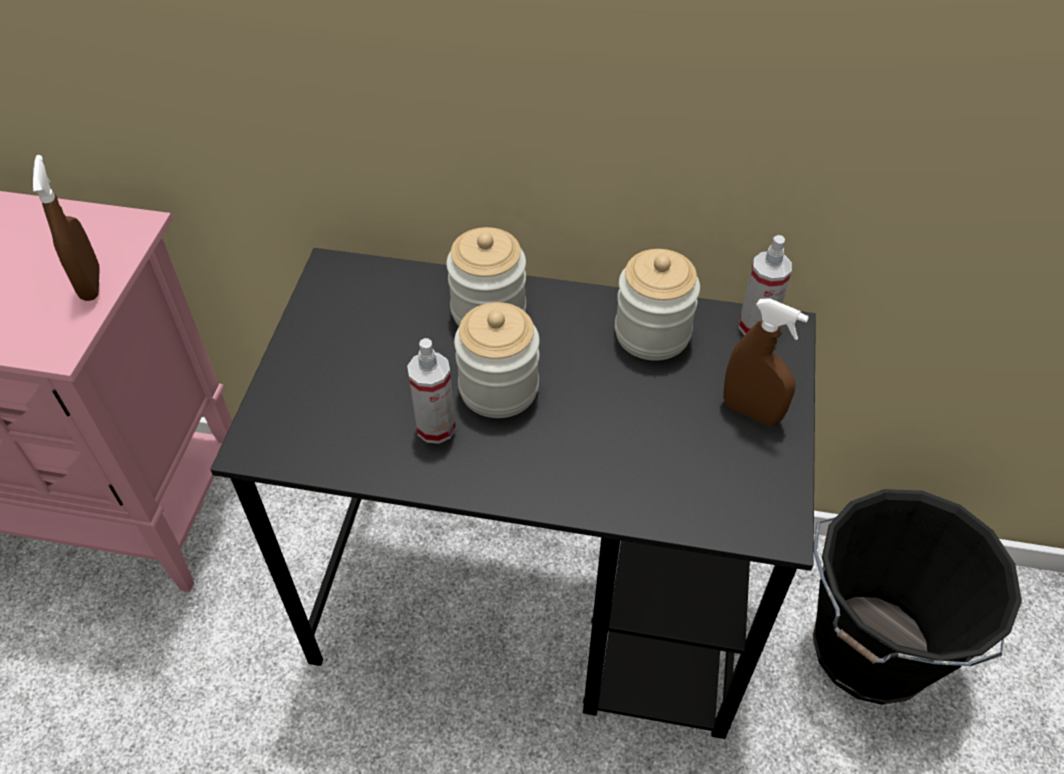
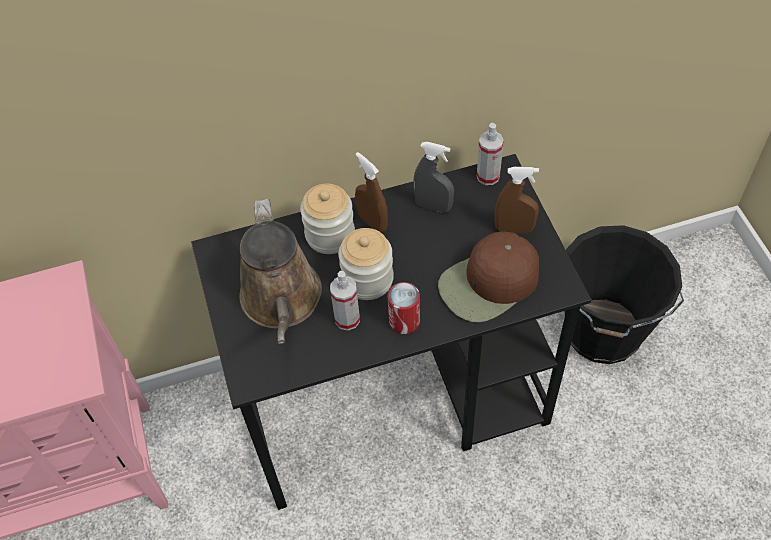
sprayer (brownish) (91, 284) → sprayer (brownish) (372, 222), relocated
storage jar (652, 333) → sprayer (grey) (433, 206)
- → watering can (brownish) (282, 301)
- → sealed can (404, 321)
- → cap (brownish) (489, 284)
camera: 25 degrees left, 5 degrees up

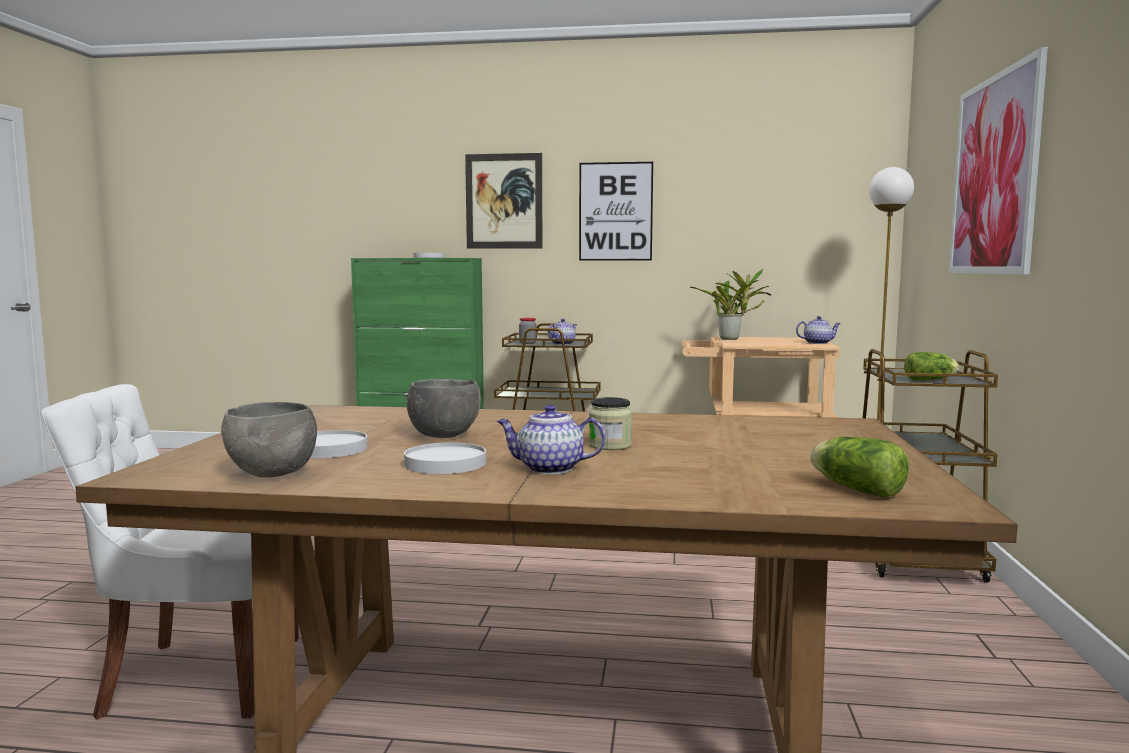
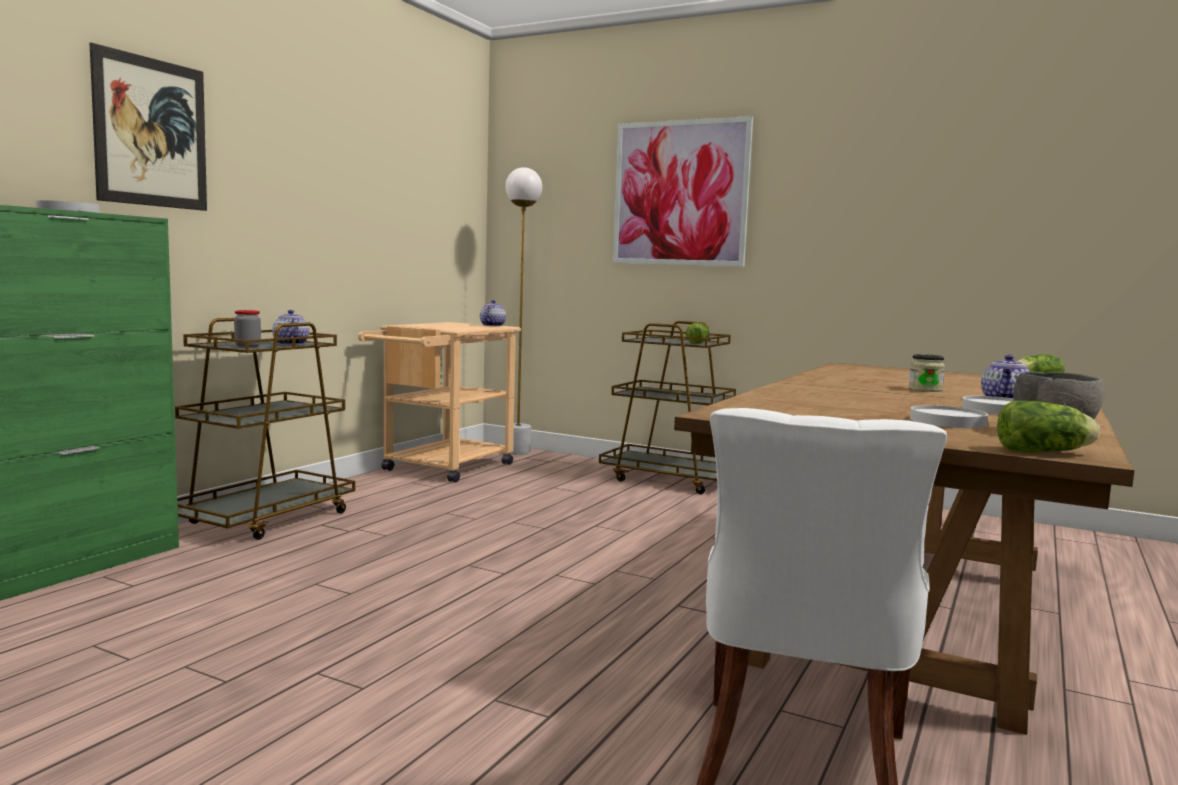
bowl (grey) (443, 436) → -
picture (615, 211) → -
plant in a pot (732, 339) → -
- → lettuce (1046, 452)
camera: 70 degrees left, 0 degrees up

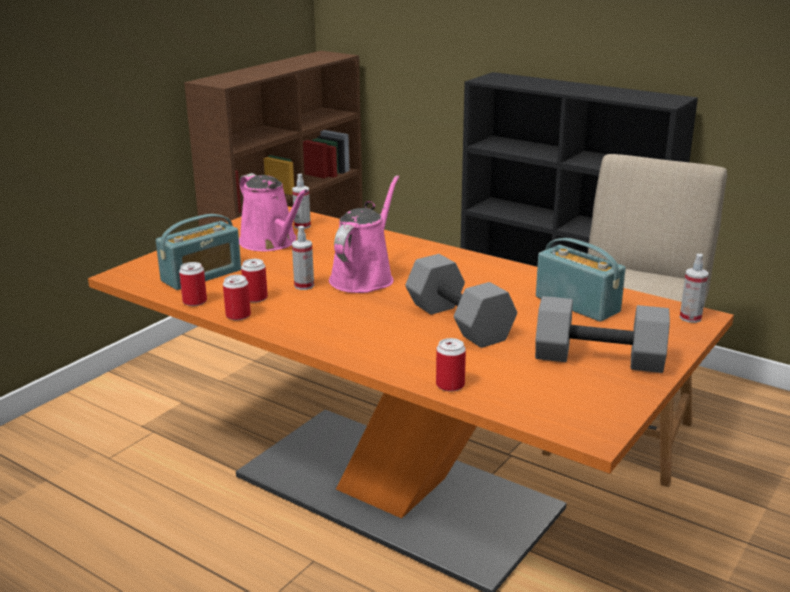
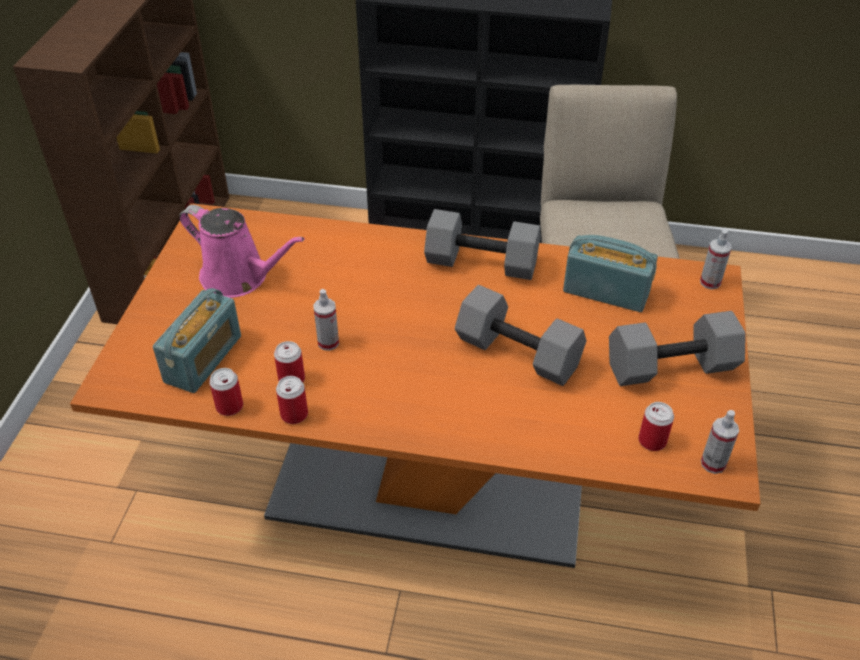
sprayer (302, 226) → sprayer (713, 463), relocated
watering can (pink) (364, 277) → -
sealed can (450, 385) → sealed can (652, 441), relocated
- → hand weight (grey) (480, 264)
camera: 25 degrees left, 20 degrees up

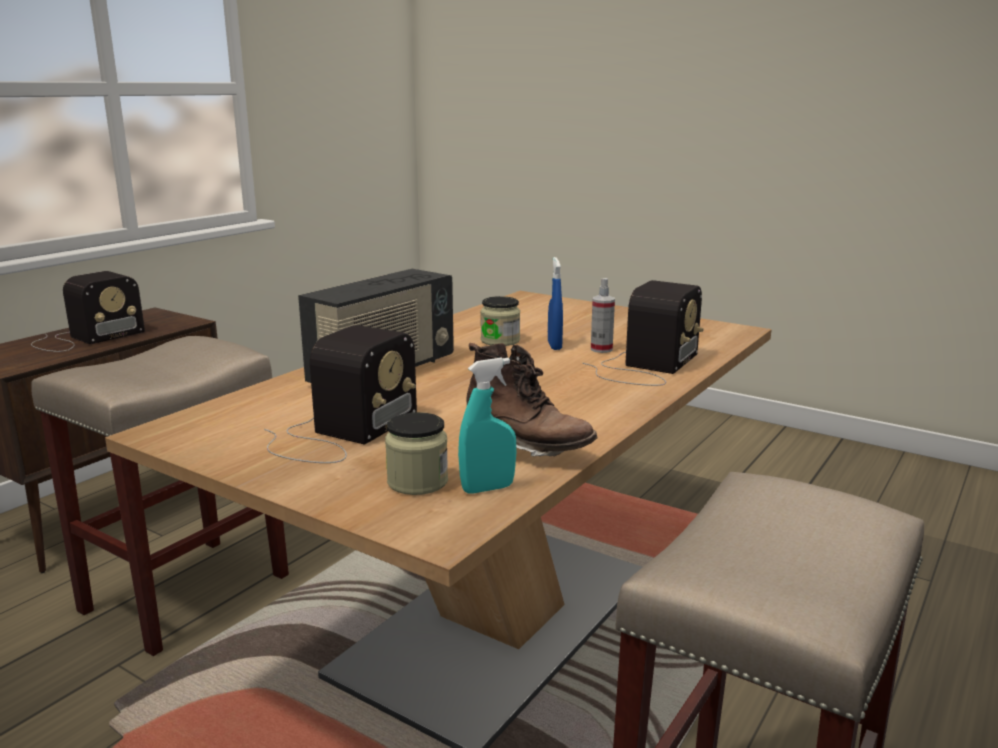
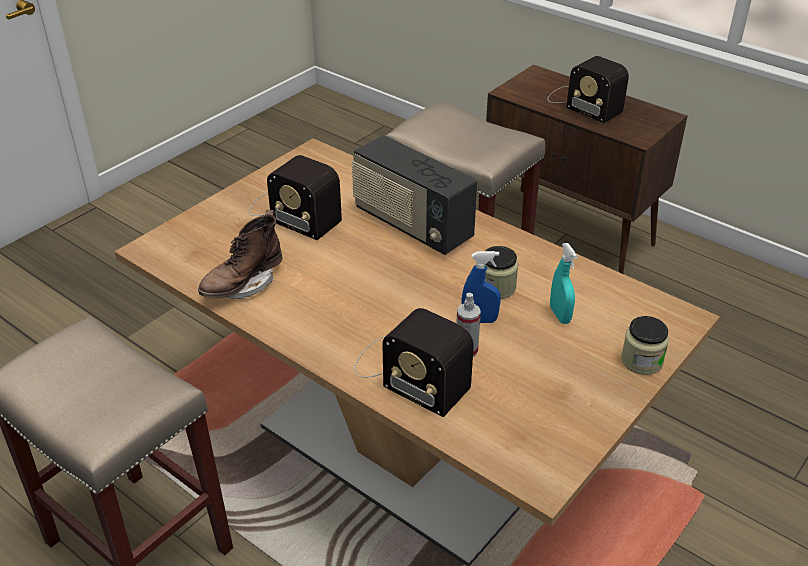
storage jar (417, 482) → storage jar (641, 361), relocated
sprayer (blue-green) (487, 488) → sprayer (blue-green) (560, 315), relocated
camera: 95 degrees right, 20 degrees up

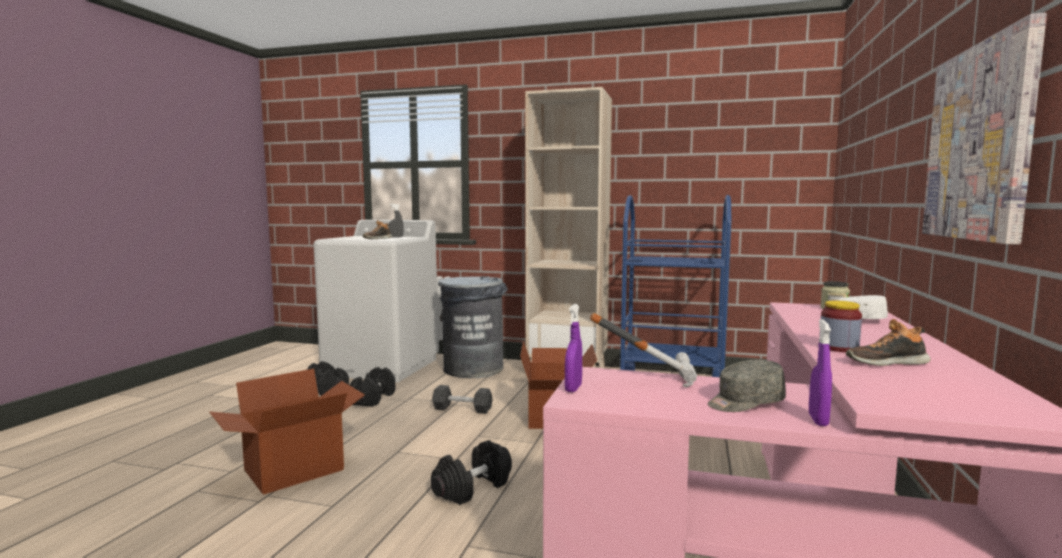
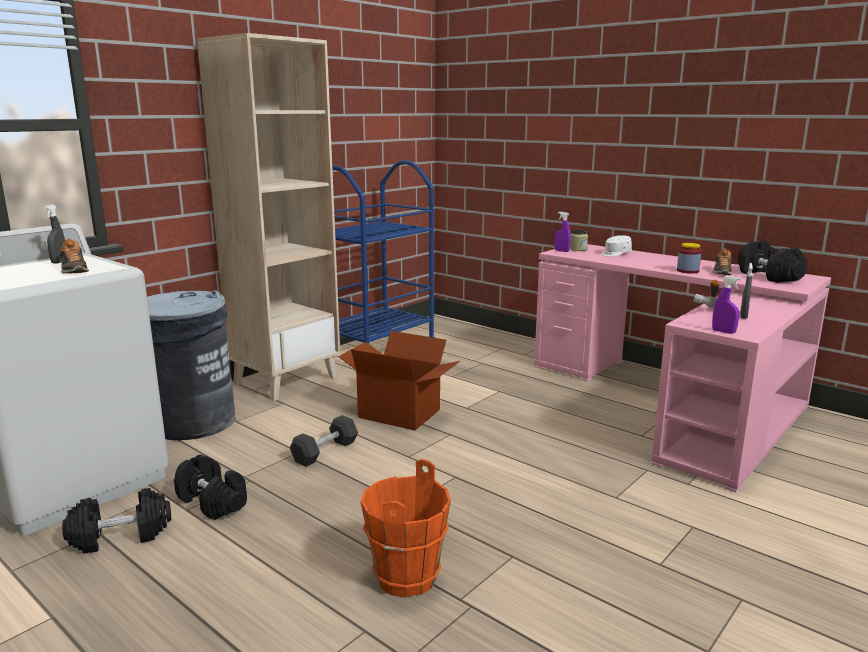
carton (294, 471) → water bucket (orangey) (405, 577)
hand weight (blackish) (472, 488) → hand weight (blackish) (768, 276), relocated
cap (grey) (744, 403) → -
sprayer (purplish) (818, 420) → sprayer (purplish) (562, 251), relocated
picture (980, 143) → -
- → sprayer (grey) (743, 316)
camera: 65 degrees left, 10 degrees up

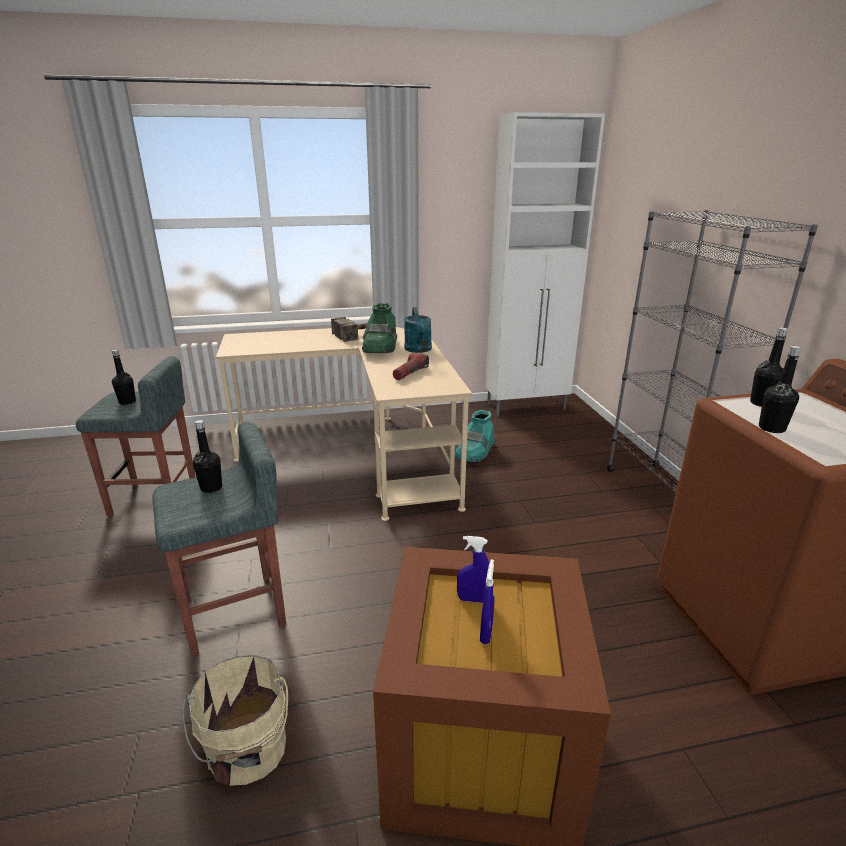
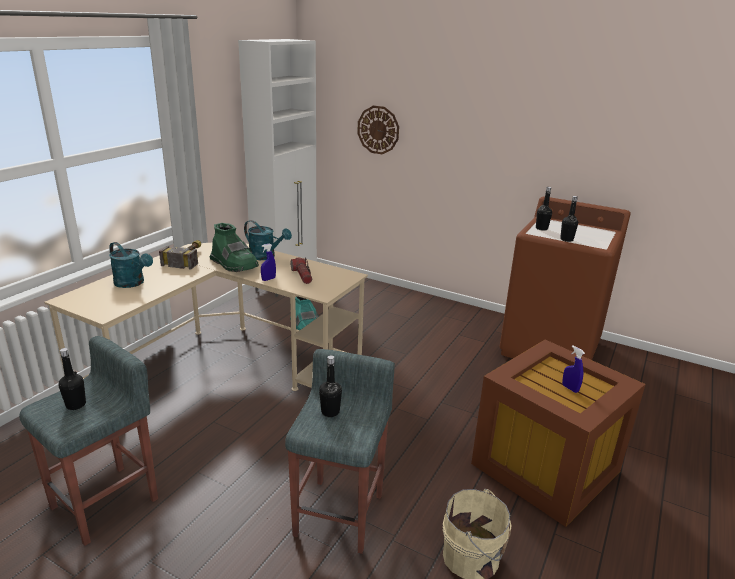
sprayer (blue-coloured) (473, 599) → sprayer (blue-coloured) (268, 279), relocated
bookcase (grey) (664, 497) → -
- → watering can (blue-green) (132, 283)
- → hanging clock (378, 130)
camera: 50 degrees left, 0 degrees up

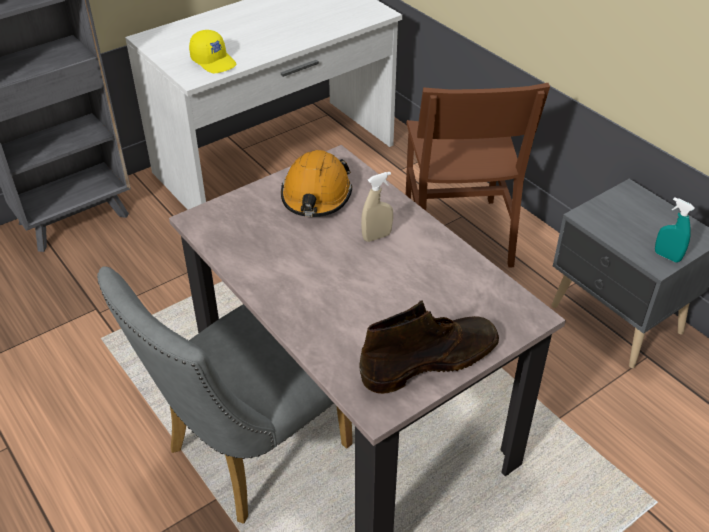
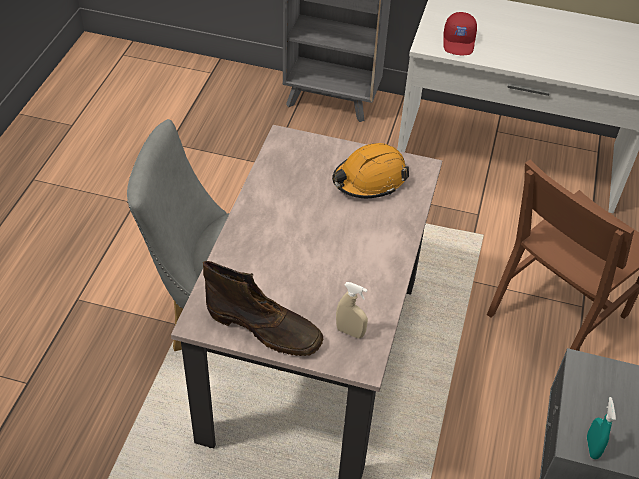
cap (yellow) (214, 61) → cap (red) (459, 42)
sprayer (beige-coloured) (377, 236) → sprayer (beige-coloured) (350, 332), relocated
camera: 50 degrees right, 5 degrees up

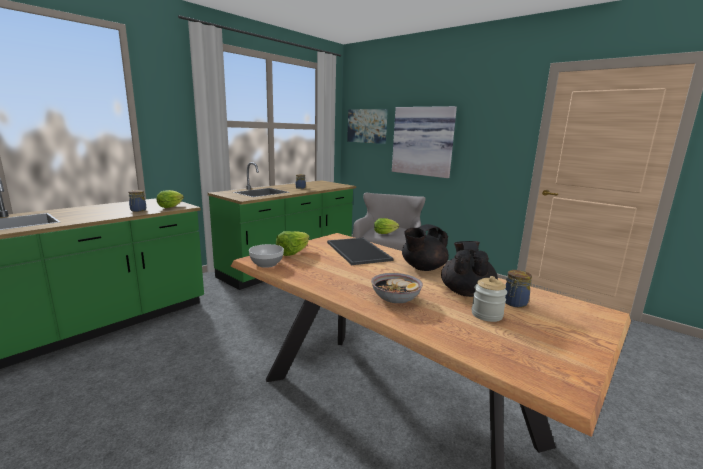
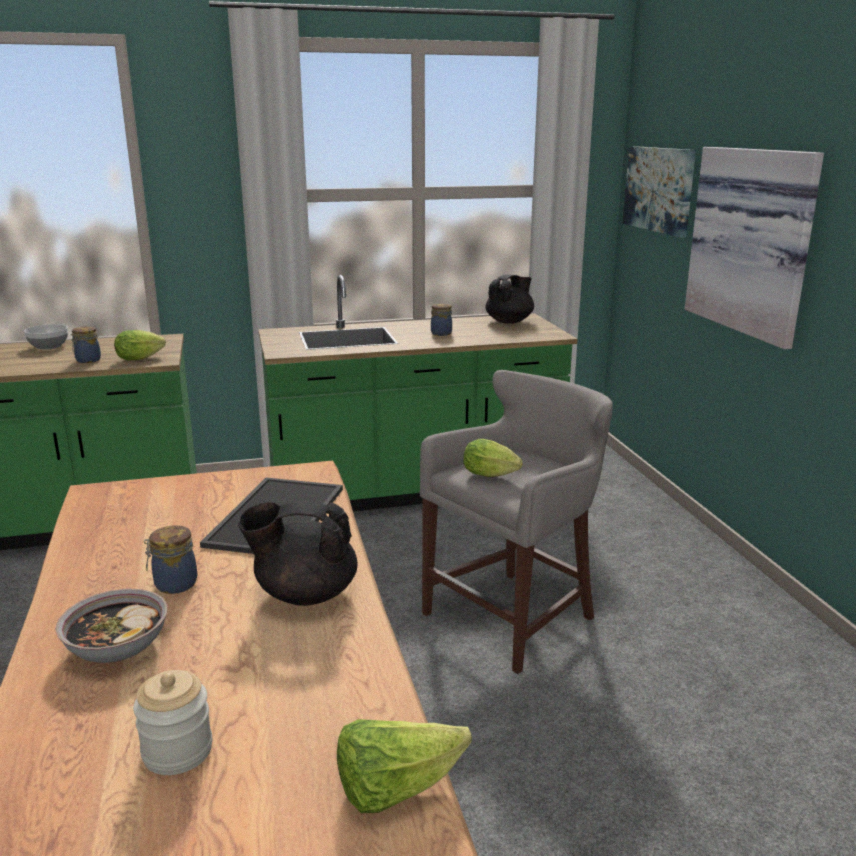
bowl (267, 264) → bowl (48, 346), relocated
lettuce (293, 253) → lettuce (396, 788), relocated
tea pot (blackish) (466, 292) → tea pot (blackish) (509, 321), relocated
storage jar (514, 303) → storage jar (174, 584), relocated
camera: 35 degrees right, 5 degrees up

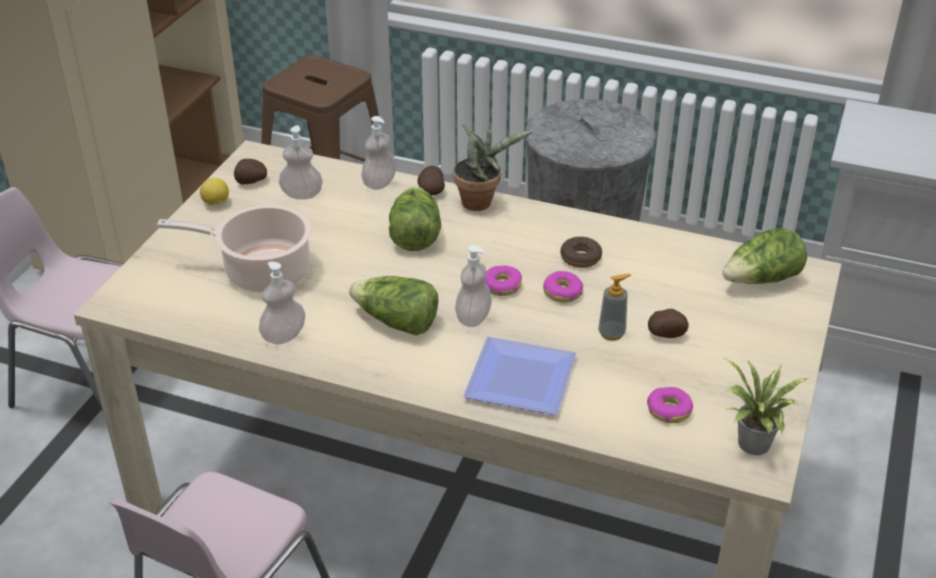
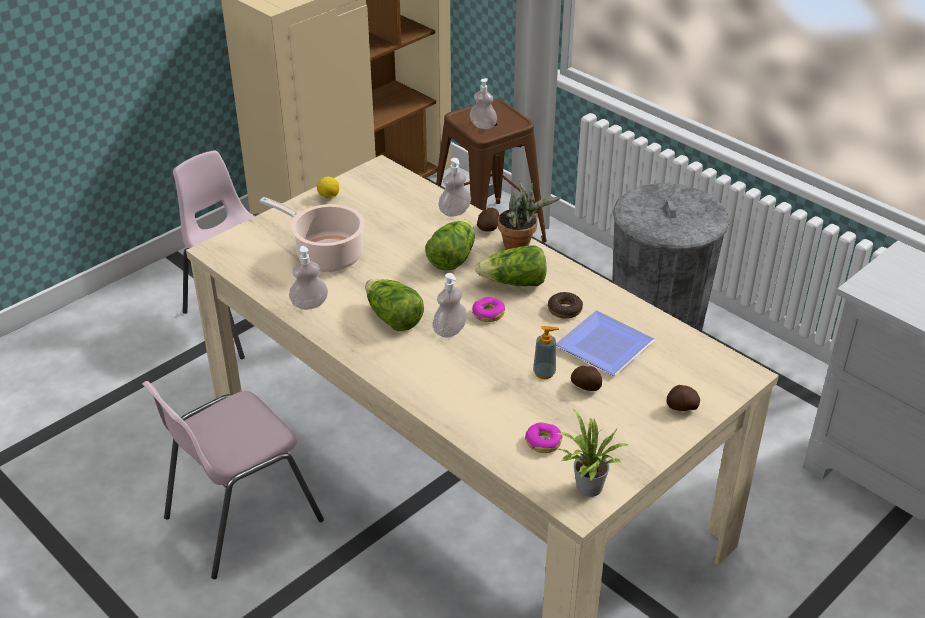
potato (251, 182) → potato (681, 407), relocated
soap dispenser (302, 194) → soap dispenser (483, 126), relocated
plate (516, 381) → plate (601, 346), relocated
doughnut (562, 292) → -
lettuce (761, 280) → lettuce (514, 283), relocated
camera: 25 degrees right, 0 degrees up

